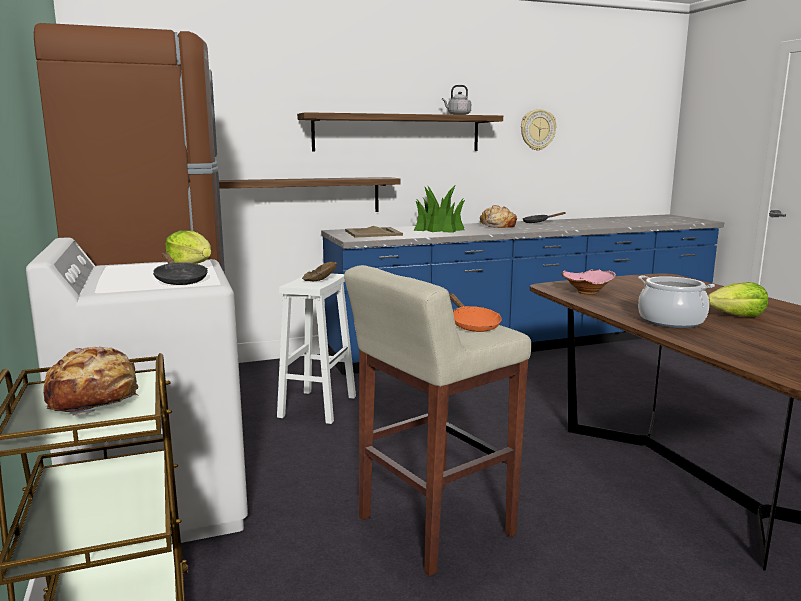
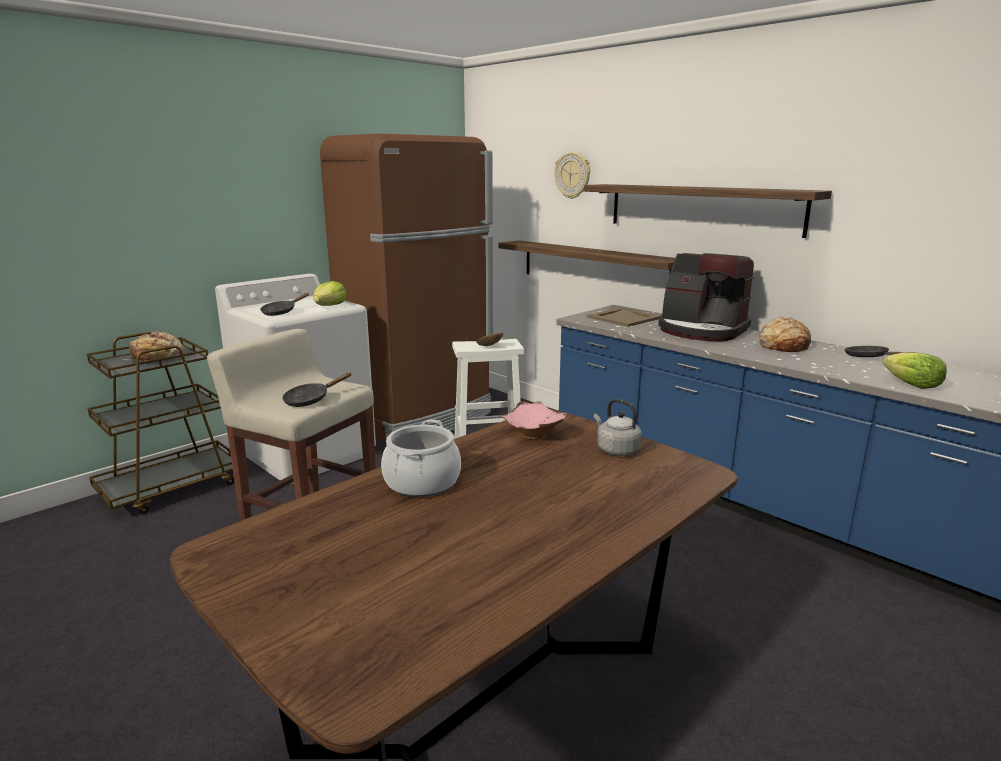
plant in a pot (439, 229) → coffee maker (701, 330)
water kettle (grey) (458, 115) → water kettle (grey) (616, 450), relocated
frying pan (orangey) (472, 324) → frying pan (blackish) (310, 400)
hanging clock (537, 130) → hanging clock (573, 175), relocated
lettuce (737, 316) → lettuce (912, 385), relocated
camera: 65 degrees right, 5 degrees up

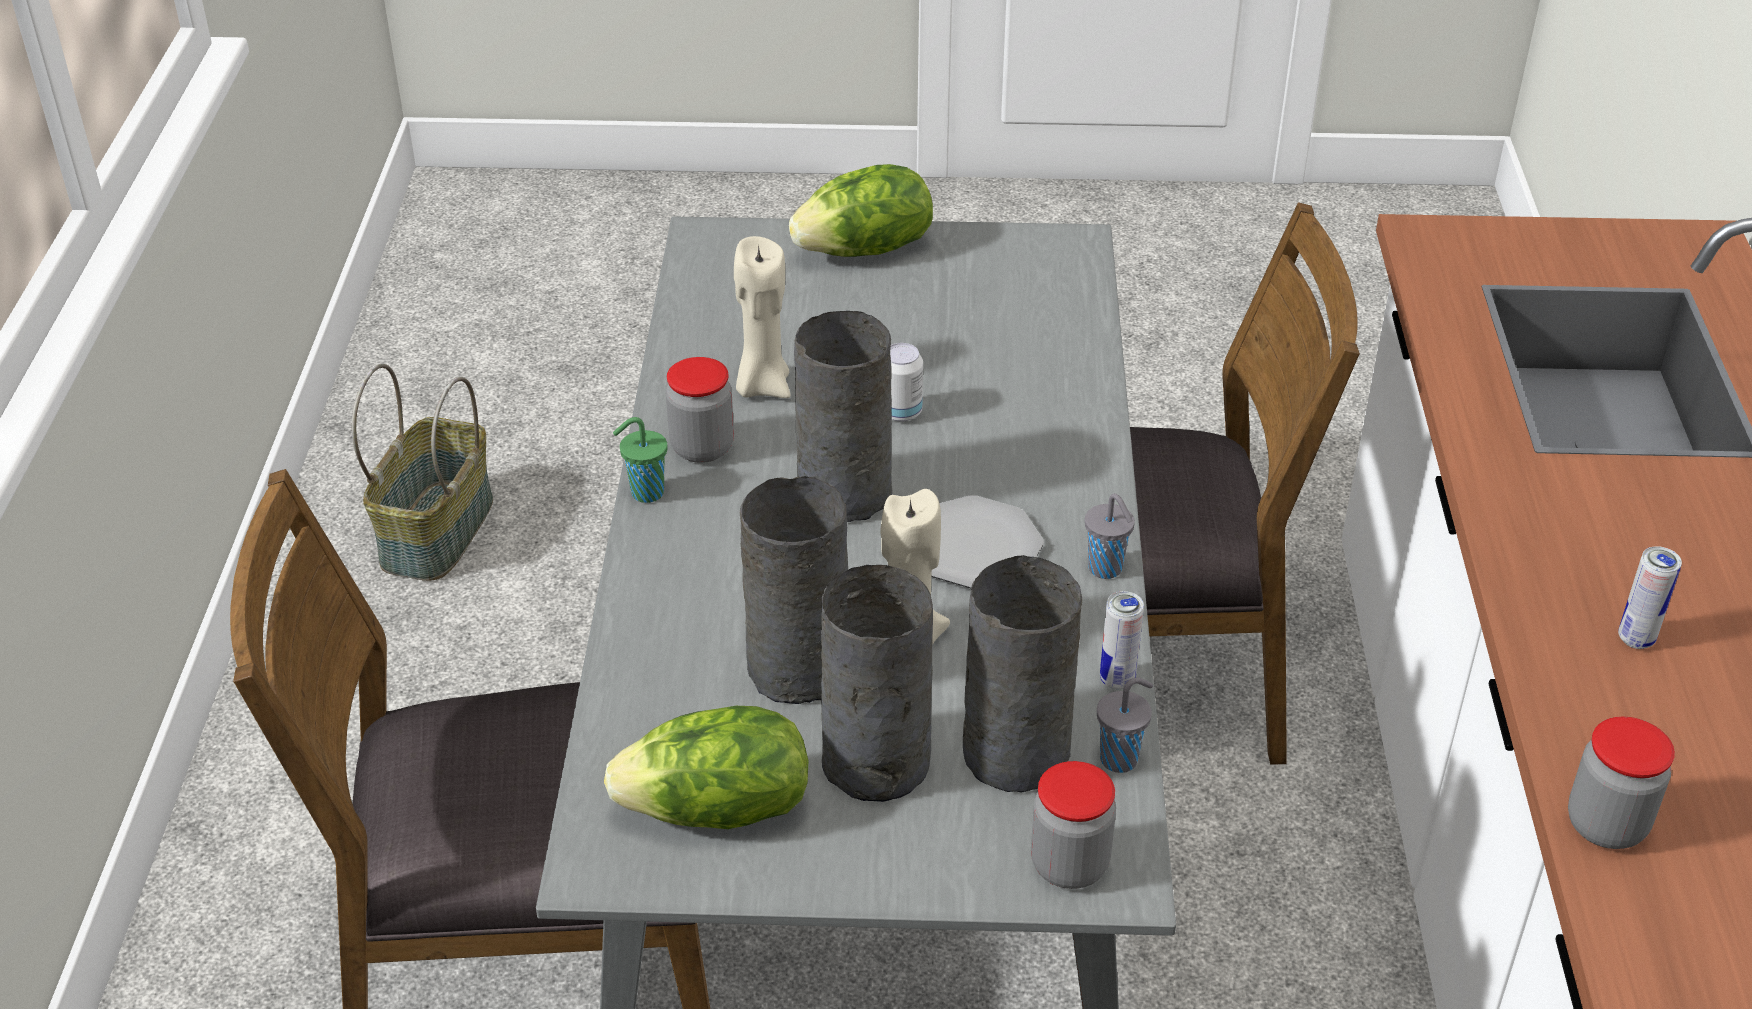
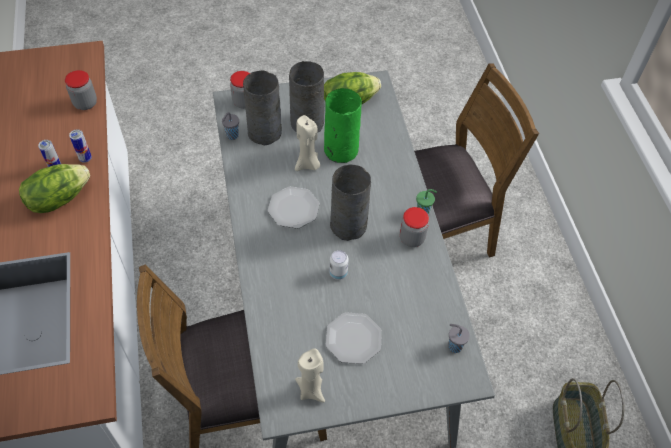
wax light (beige-coloured) (762, 386) → wax light (beige-coloured) (311, 389), relocated
decorative vase (grey) (802, 668) → decorative vase (green-coloured) (340, 150)
lettuce (866, 250) → lettuce (58, 198), relocated
drinking cup (grey) (1106, 569) → drinking cup (grey) (454, 346), relocated
sealed can (1117, 680) → sealed can (85, 158), relocated
- → plate (353, 339)
camera: 165 degrees right, 15 degrees up

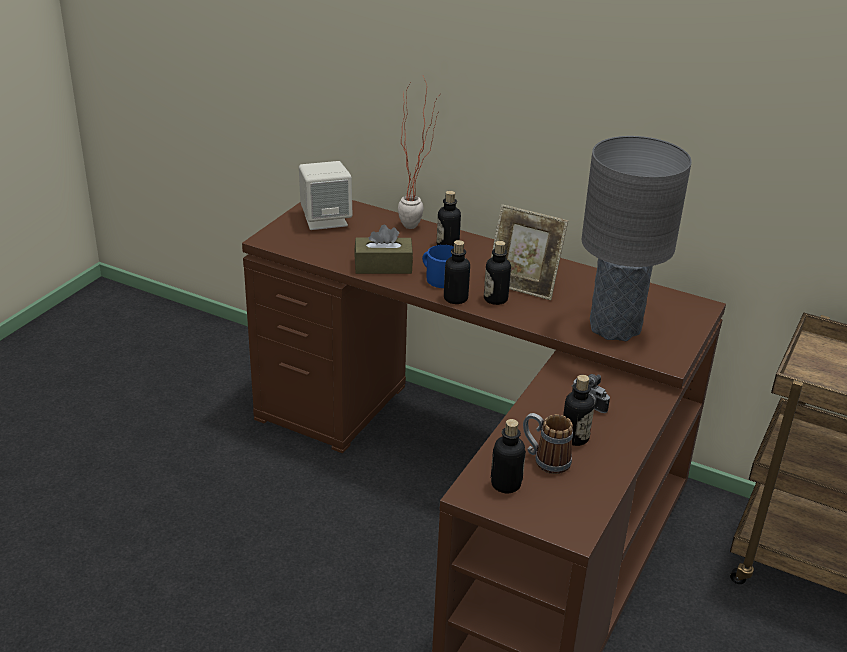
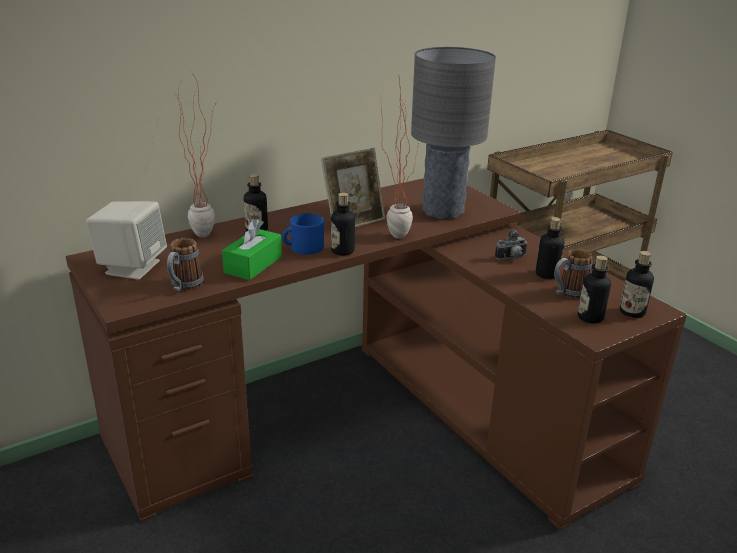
box of tissues (brownish) (383, 266) → box of tissues (green-coloured) (253, 264)
bottle (495, 299) → bottle (632, 312), relocated
- → coffee mug (184, 287)
- → plant in a pot (395, 233)
camera: 60 degrees left, 5 degrees down

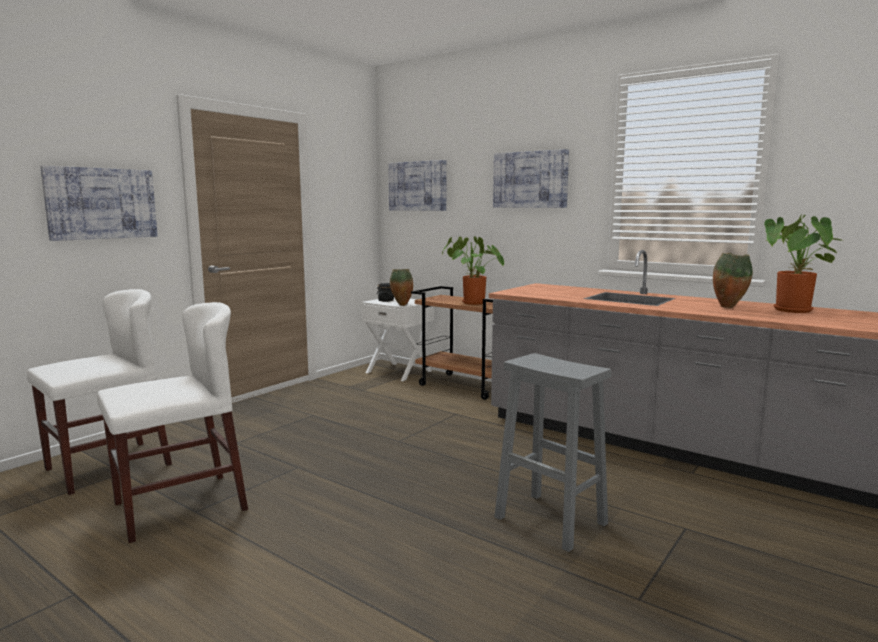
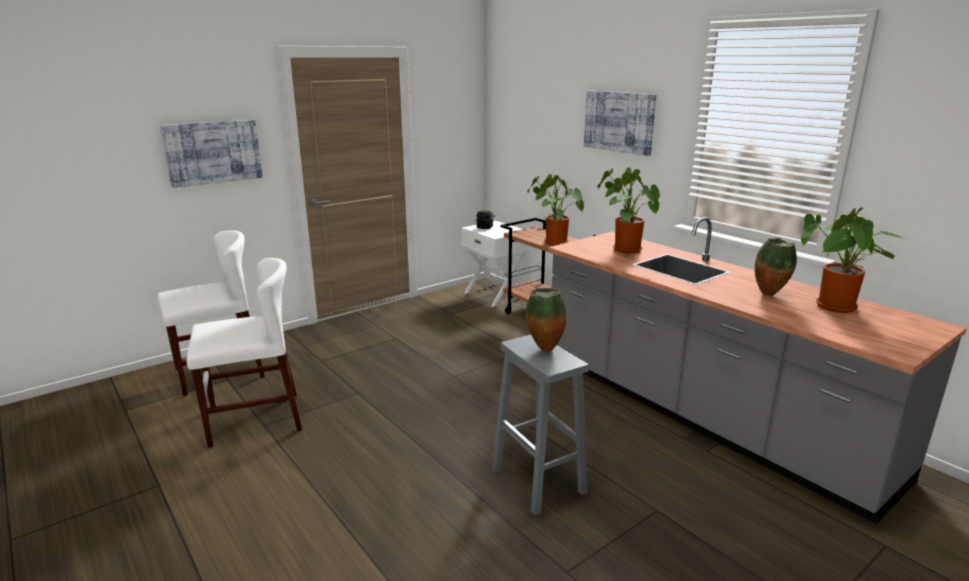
picture (417, 186) → -
decorative vase (401, 305) → decorative vase (544, 349), relocated
- → plant in a pot (624, 249)
camera: 15 degrees right, 10 degrees up

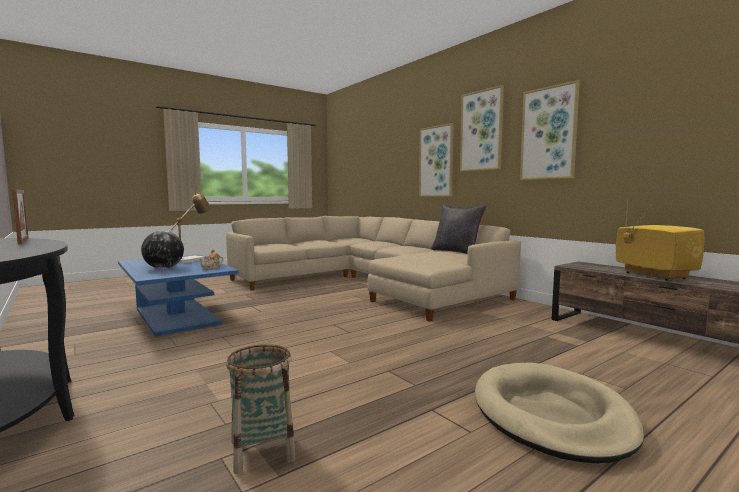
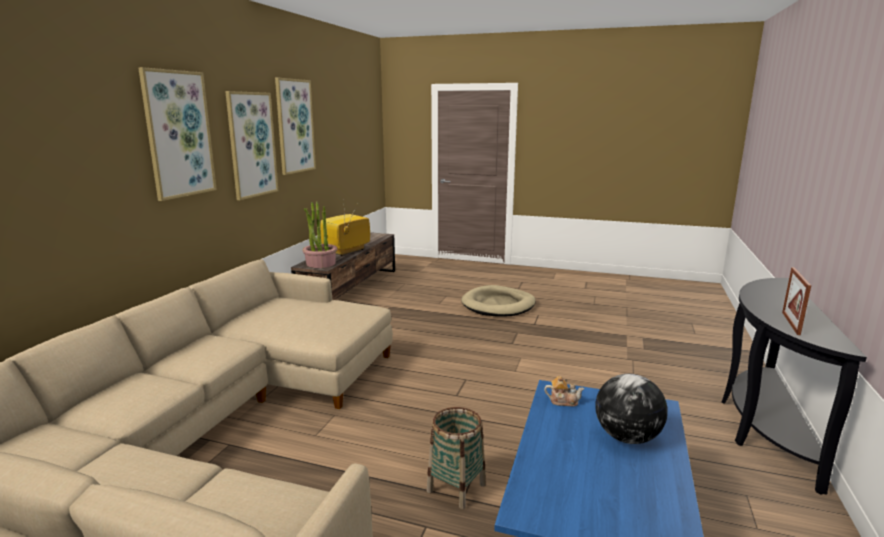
tabletop lamp (191, 260) → -
household basket (262, 450) → household basket (456, 488), relocated
picture (436, 161) → picture (295, 126), relocated
throw pillow (blackish) (456, 251) → -
- → plant in a pot (320, 264)
camera: 125 degrees left, 10 degrees up

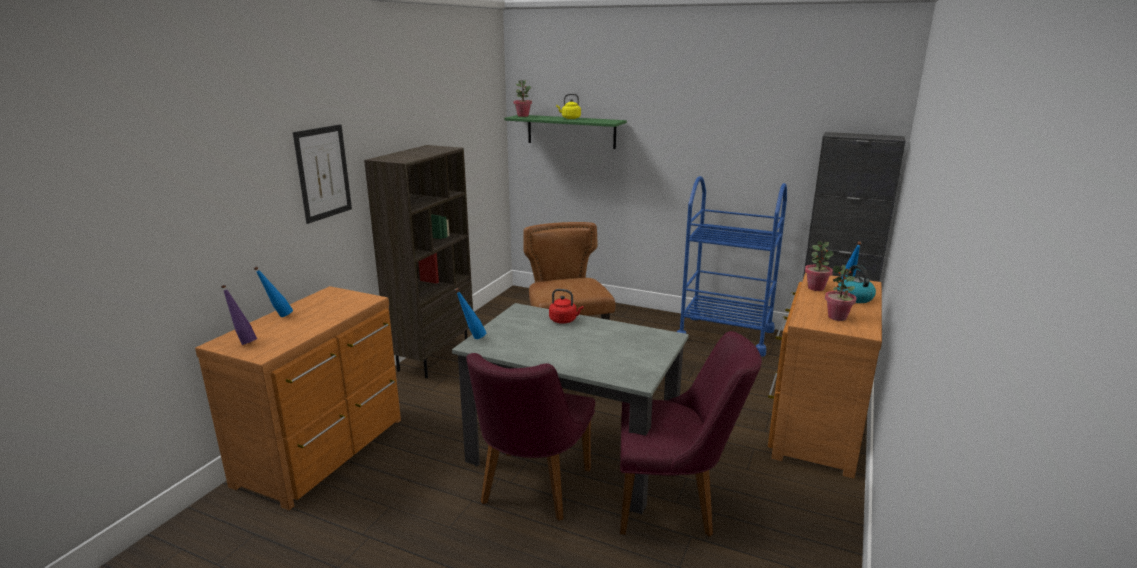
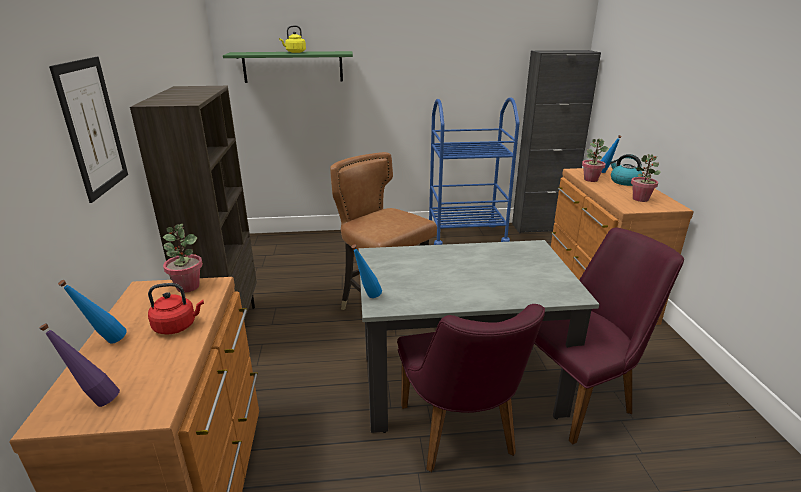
plant in a pot (523, 116) → plant in a pot (188, 287), relocated
water kettle (red) (564, 320) → water kettle (red) (177, 326), relocated
camera: 30 degrees left, 5 degrees up

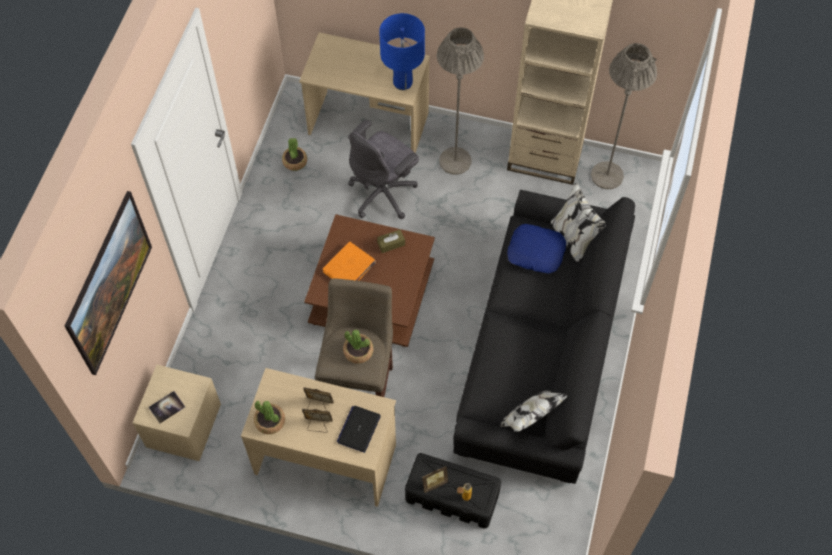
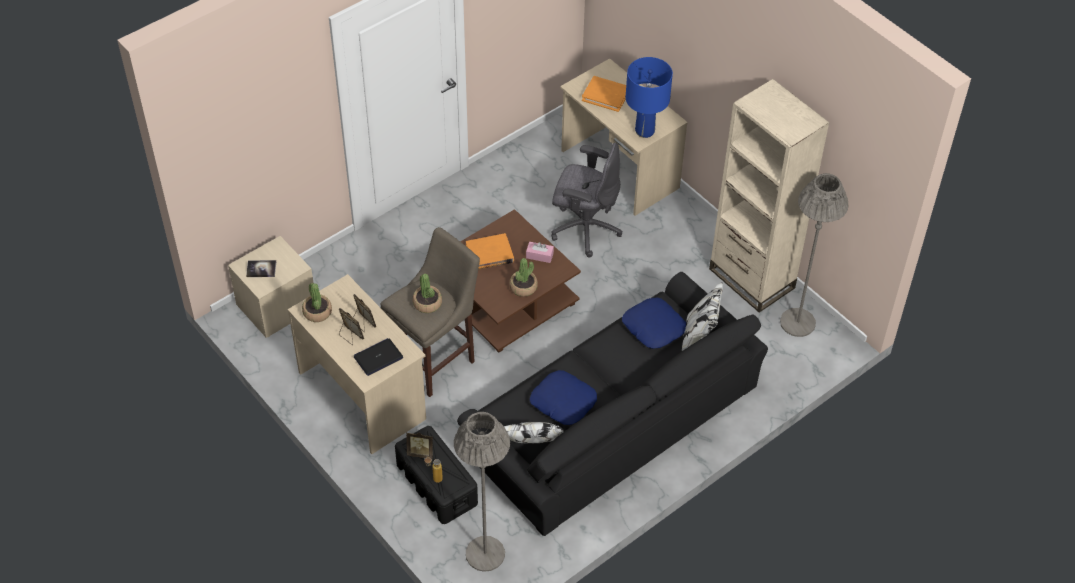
picture (115, 296) → -
plant in a pot (295, 162) → plant in a pot (523, 287), relocated
office chair (grey) (383, 193) → office chair (grey) (584, 229), 150 degrees counterclockwise
box of tissues (brownish) (391, 244) → box of tissues (pink) (539, 255)
standard lamp (grey) (455, 161) → standard lamp (grey) (485, 554), relocated
- → throw pillow (blue-coloured) (563, 402)
- → volume (orangey) (606, 95)
camera: 35 degrees right, 10 degrees down

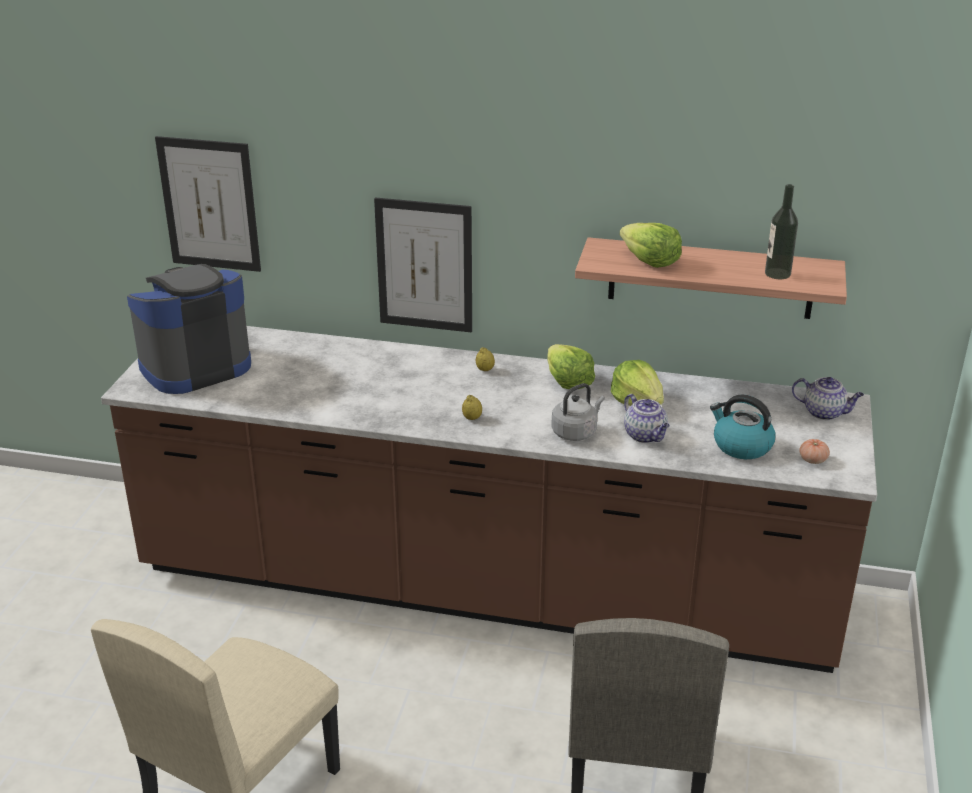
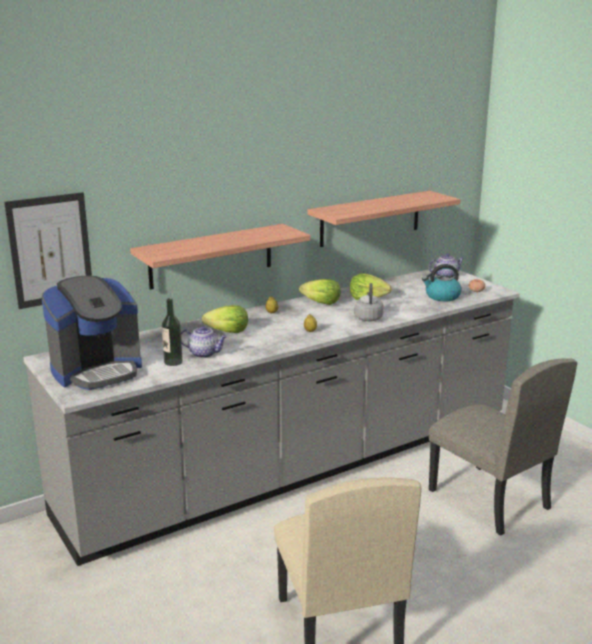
kitchen counter (brownish) (486, 587) → kitchen counter (grey) (296, 467)
coffee maker (195, 366) → coffee maker (97, 371), 135 degrees counterclockwise
picture (424, 265) → wall shelf (211, 256)
lettuce (650, 261) → lettuce (228, 331), relocated
tea pot (646, 436) → tea pot (204, 354), relocated
bottle (777, 273) → bottle (173, 362), relocated
camera: 45 degrees left, 10 degrees down

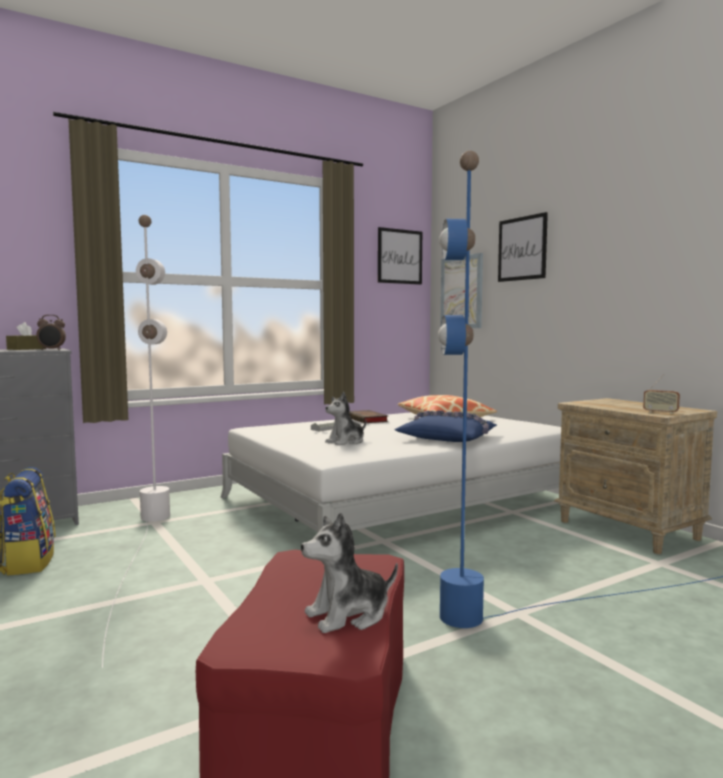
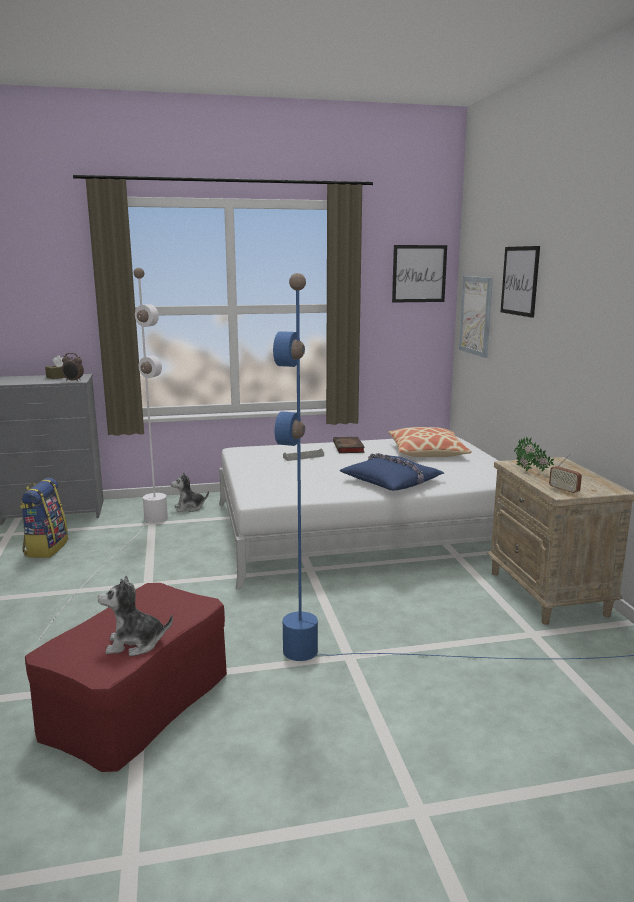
soft toy (346, 442) → soft toy (189, 508), relocated
- → plant in a pot (531, 472)
camera: 20 degrees right, 10 degrees up

